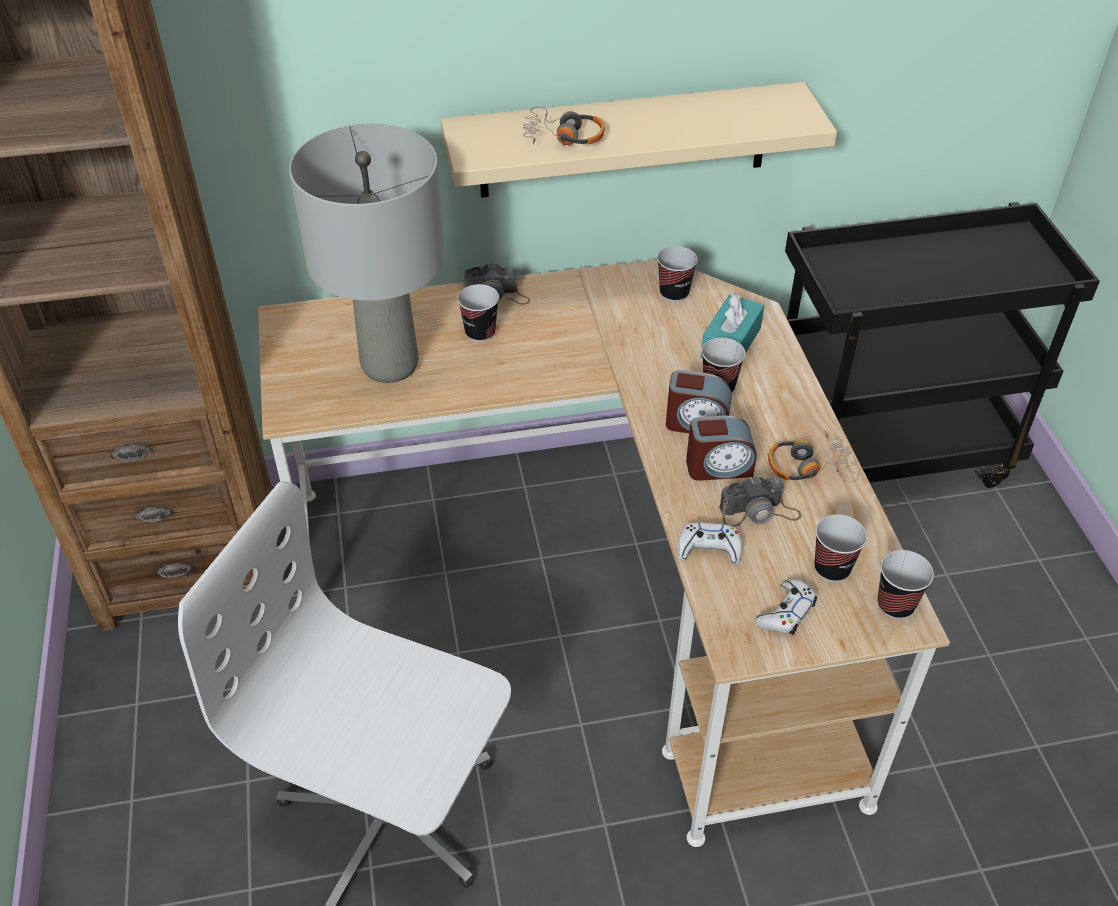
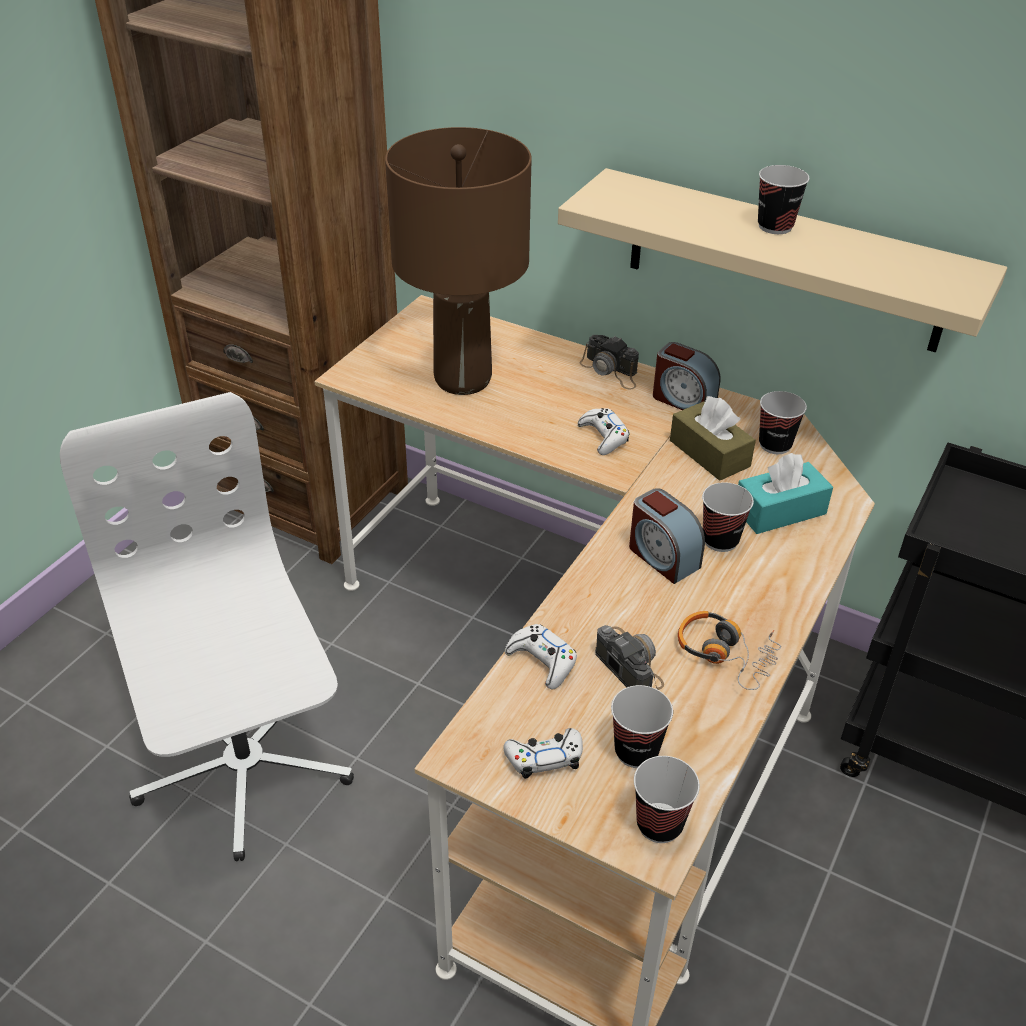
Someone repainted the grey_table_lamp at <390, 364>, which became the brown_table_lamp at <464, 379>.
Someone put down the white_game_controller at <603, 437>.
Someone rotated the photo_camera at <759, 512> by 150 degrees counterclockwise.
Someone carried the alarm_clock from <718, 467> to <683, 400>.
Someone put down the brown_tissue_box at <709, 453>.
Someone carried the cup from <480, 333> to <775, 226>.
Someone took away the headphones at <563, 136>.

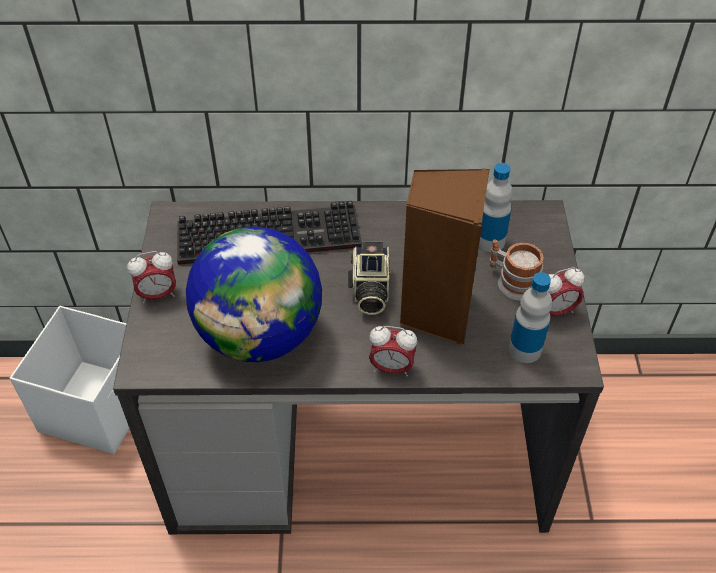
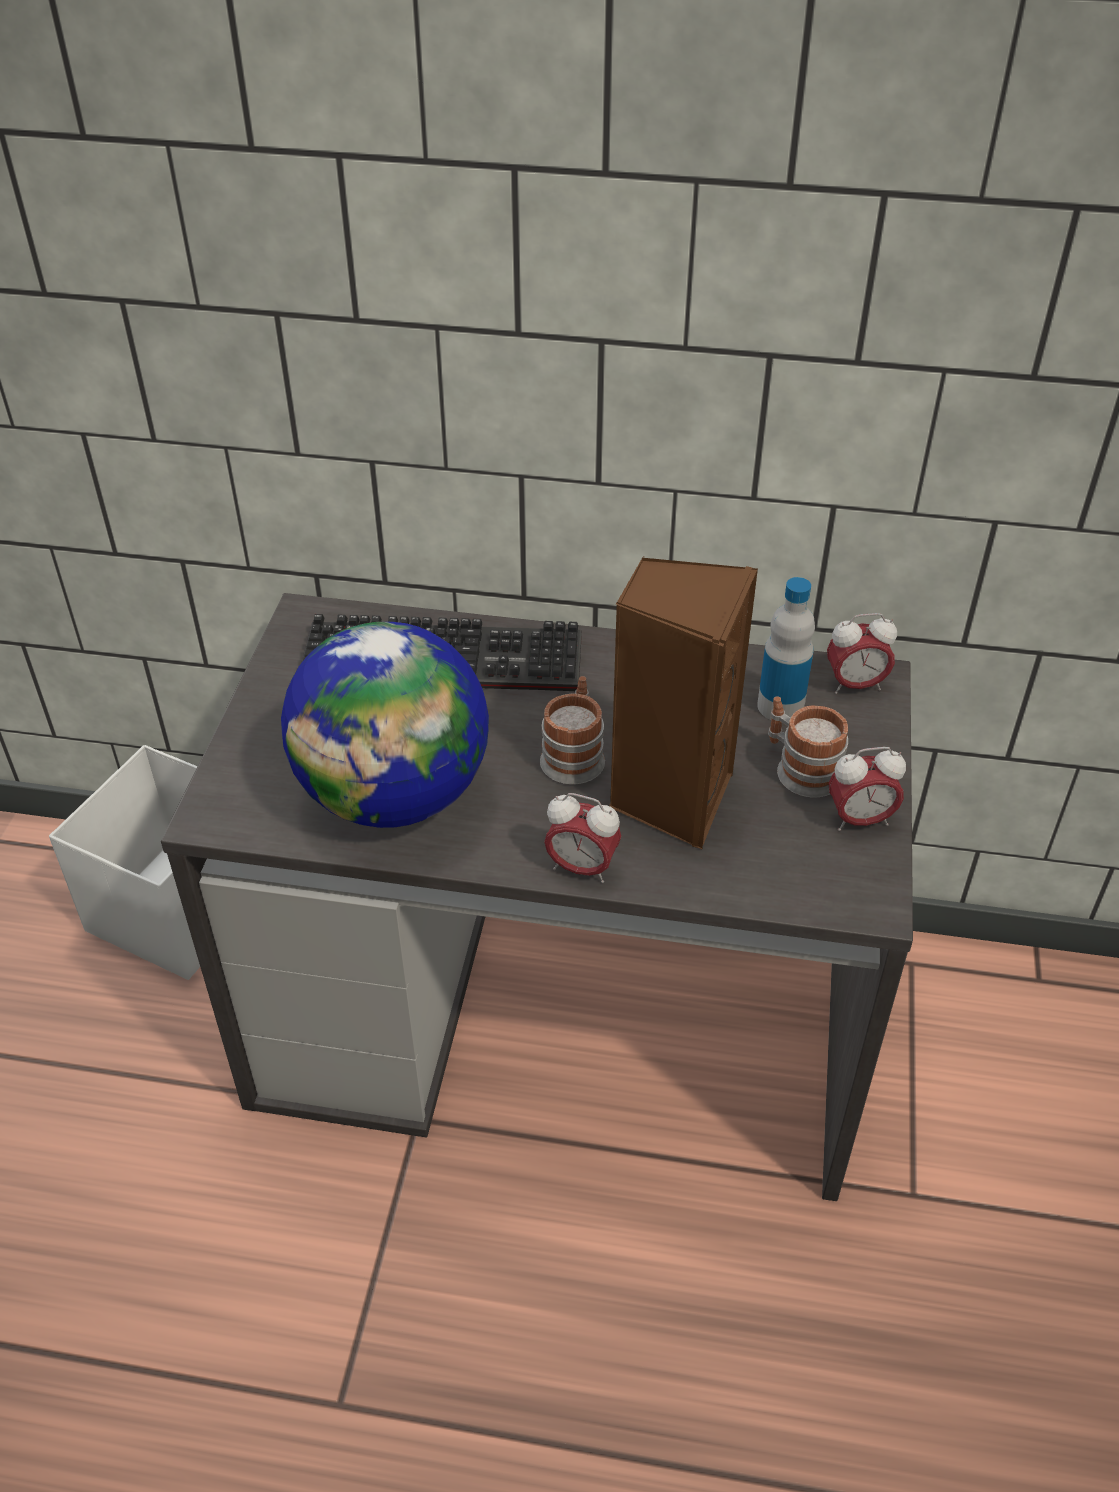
Someone swapped the photo_camera at <369, 291> for the mug at <574, 754>.
Someone carried the alarm_clock from <158, 295> to <855, 685>.
Someone took away the bottle at <525, 349>.

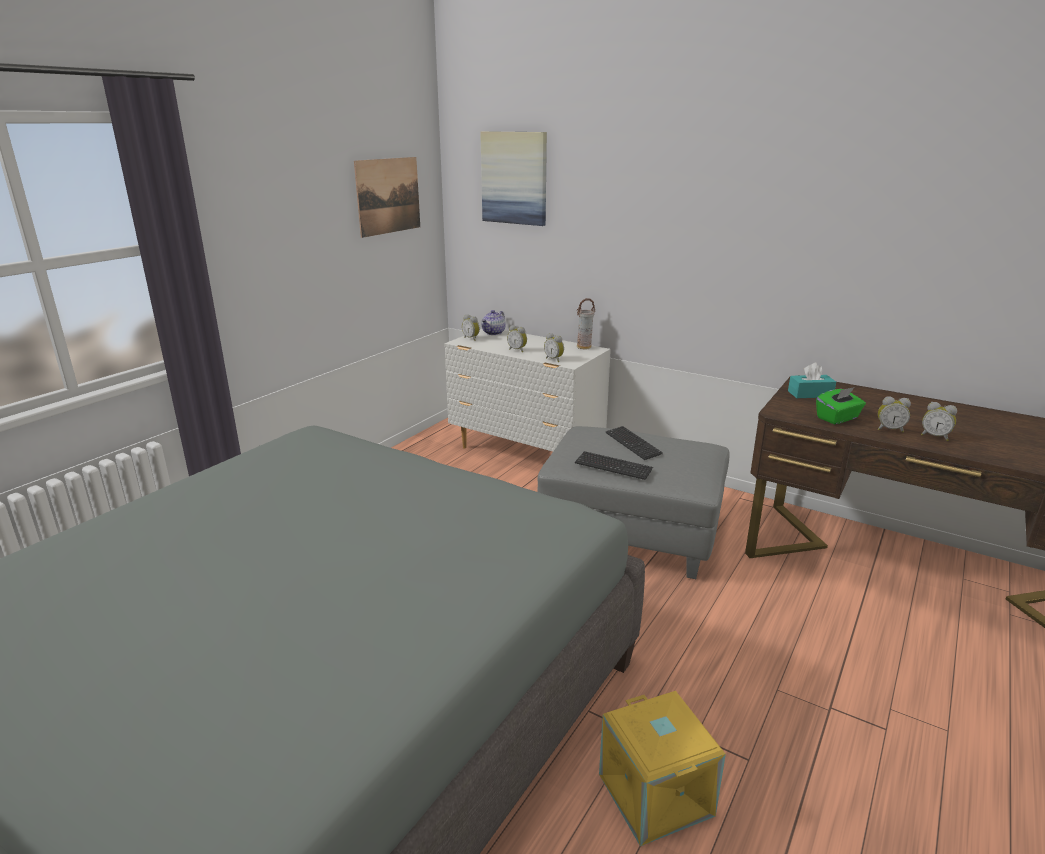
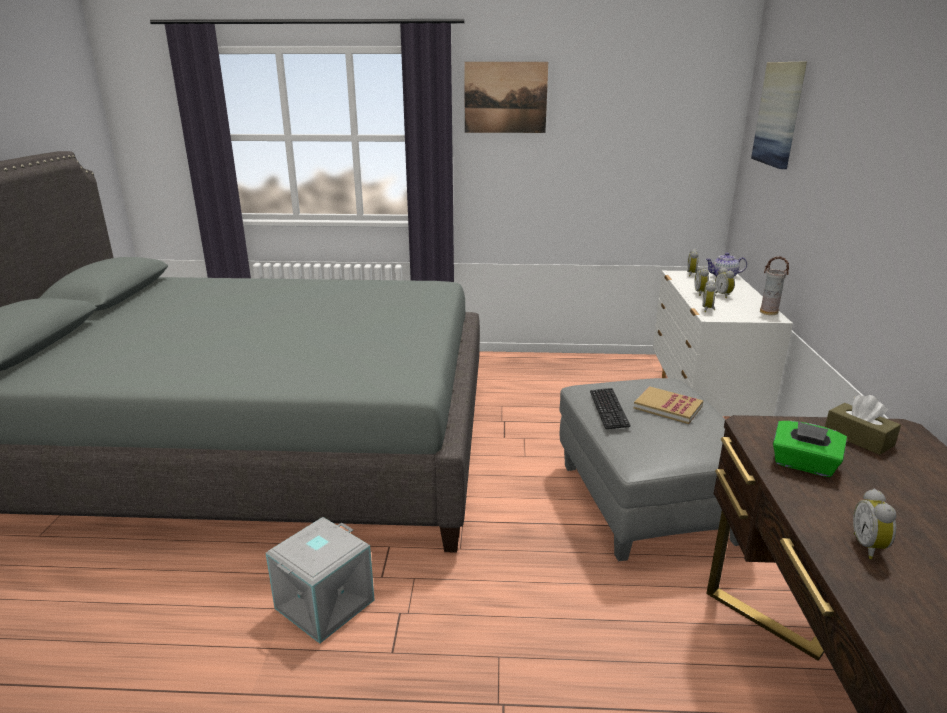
Someone repainted the yellow_storage_box at <657, 794>, which became the grey_storage_box at <325, 605>.
Someone carried the picture from <388, 196> to <505, 97>.
Someone swapped the keyboard at <633, 444> for the book at <667, 407>.
Someone carried the alarm_clock from <889, 429> to <724, 295>.
Someone repainted the turquoise_tissue_box at <810, 394>, which became the brown_tissue_box at <858, 438>.

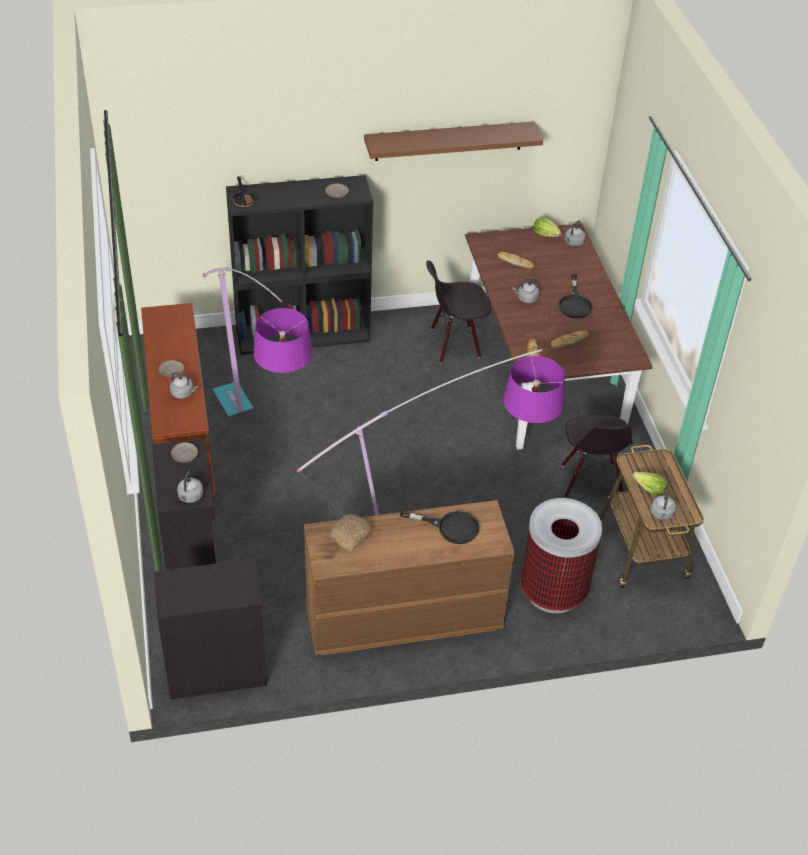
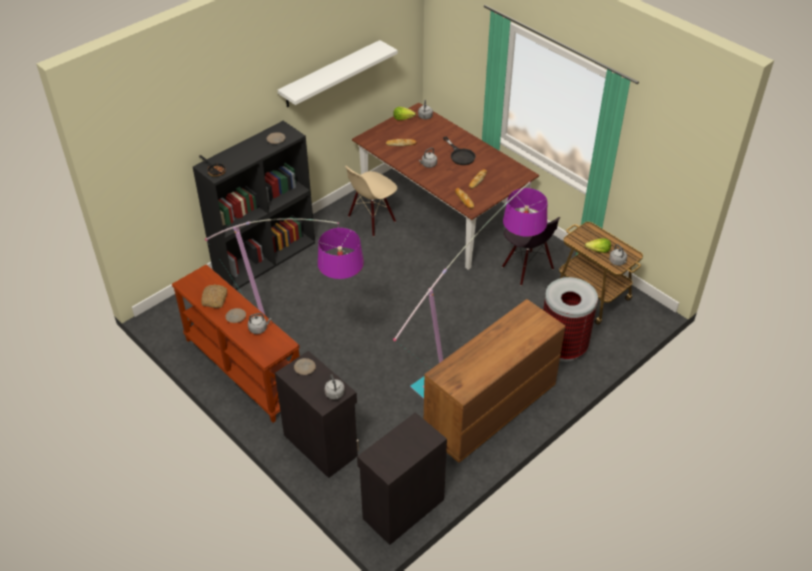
Someone carried the bread from <350, 536> to <215, 299>.
Someone repainted the brown_shelf at <449, 141>, which became the white_shelf at <330, 74>.
Someone repainted the black_chair at <454, 343>, which became the beige_chair at <372, 220>.
Someone took away the black_frying_pan at <450, 527>.

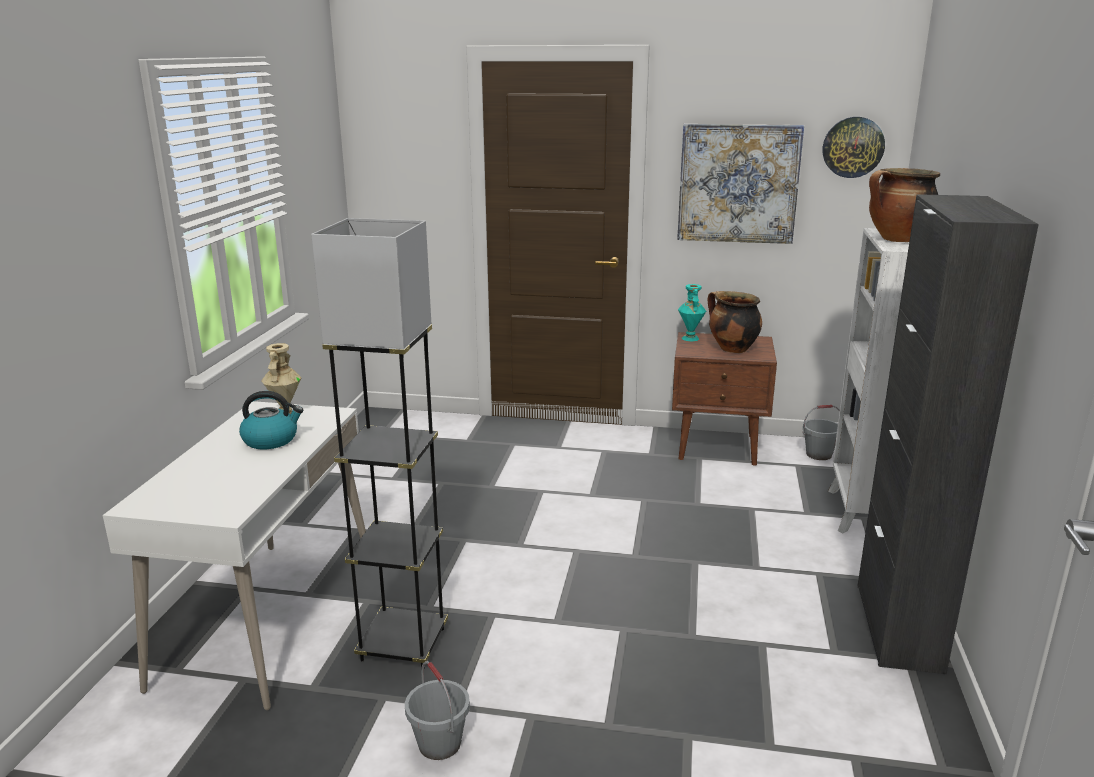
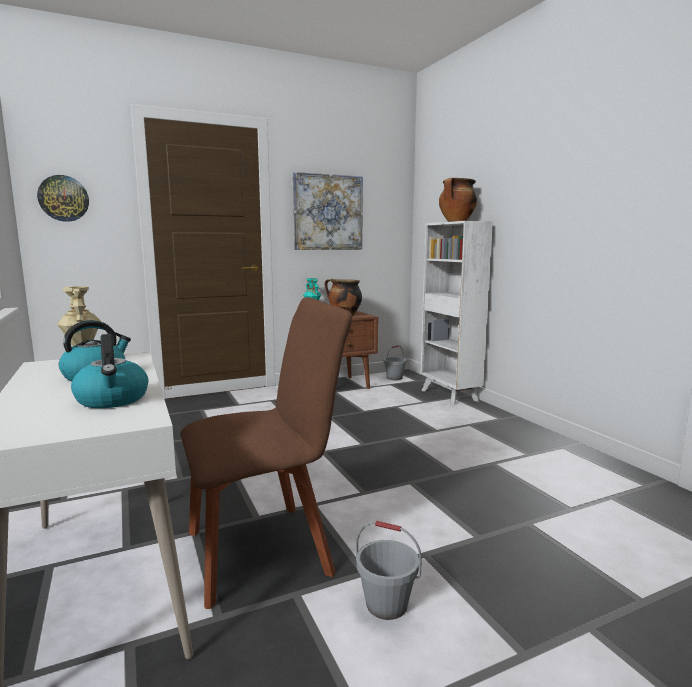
Someone carried the wall_clock from <853, 147> to <63, 198>.
Someone put down the kettle at <113, 400>.
Someone swapped the grey_floor_lamp at <403, 644> for the brown_chair at <266, 549>.
Someone took away the black_cabinet at <898, 626>.

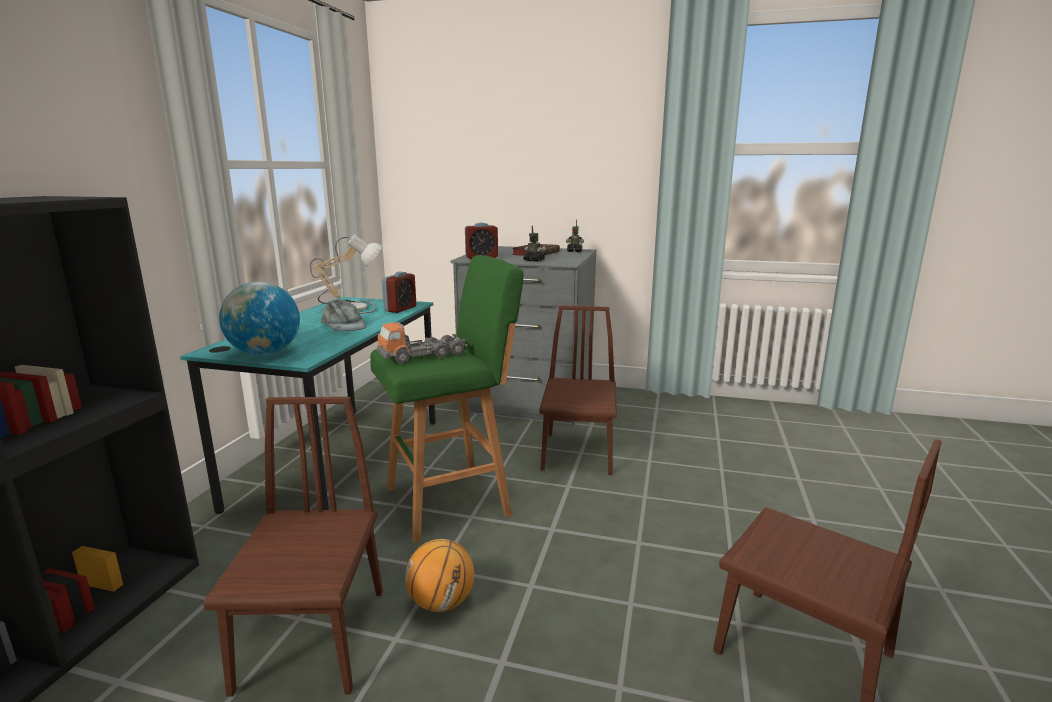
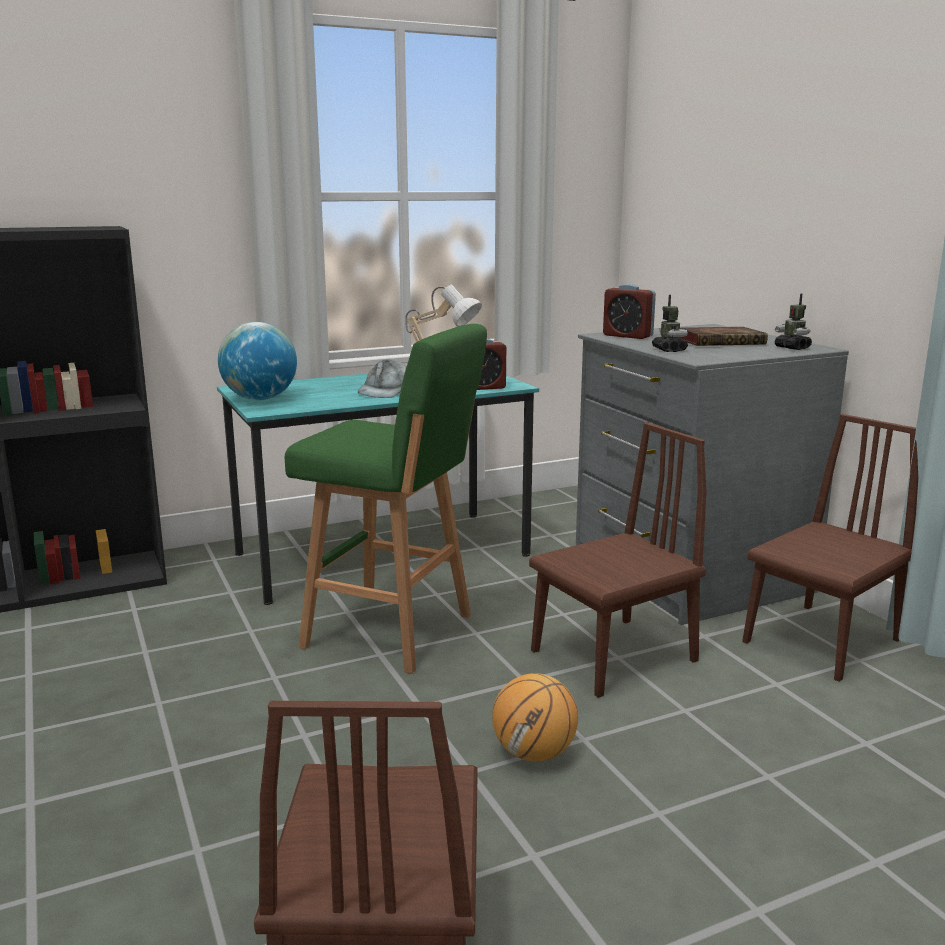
Someone carried the basketball from <442, 602> to <534, 753>.
Someone carried the brown_chair from <313, 638> to <821, 641>.
Someone took away the toy_truck at <423, 356>.

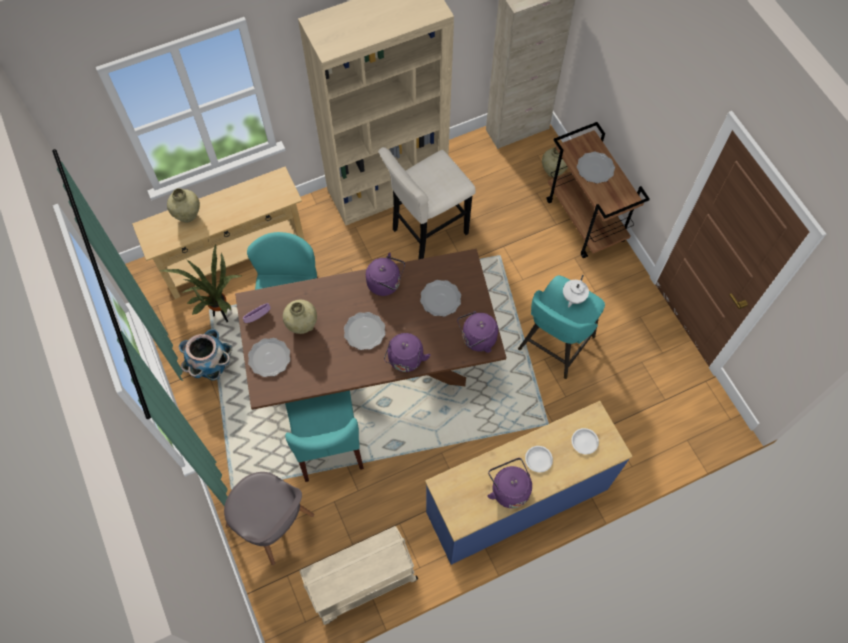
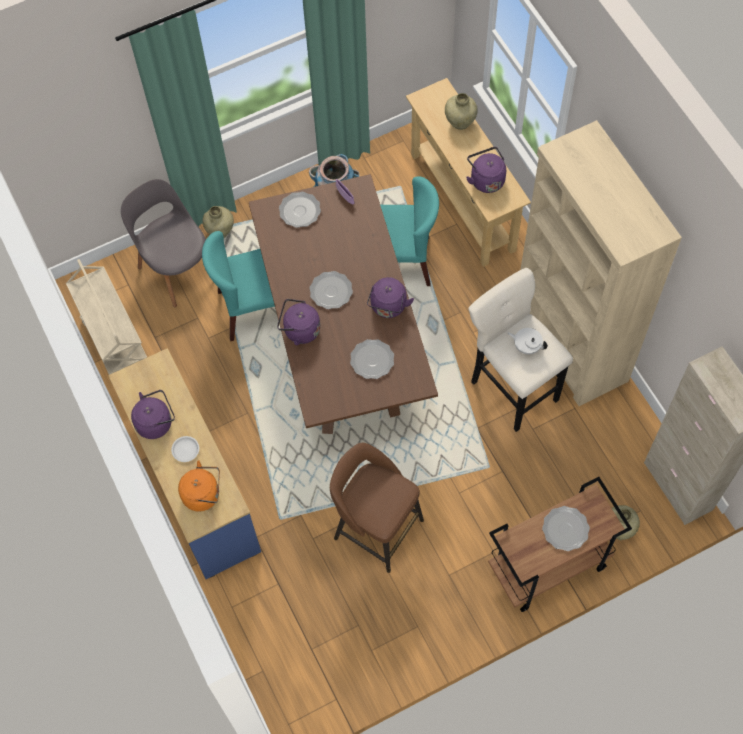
Someone rotated the grey_chair at <273, 523> by 105 degrees clockwise.
Someone swapped the white_plate at <584, 441> for the orange_kettle at <204, 494>.
Someone carried the beige_vase from <302, 325> to <220, 231>.
Someone repainted the turquoise_stool at <554, 344>, which became the brown_stool at <376, 527>.
Someone carried the purple_kettle from <477, 339> to <486, 179>.
Someone carried the white_teapot from <573, 297> to <526, 346>.
Someone took away the potted_plant at <222, 314>.

